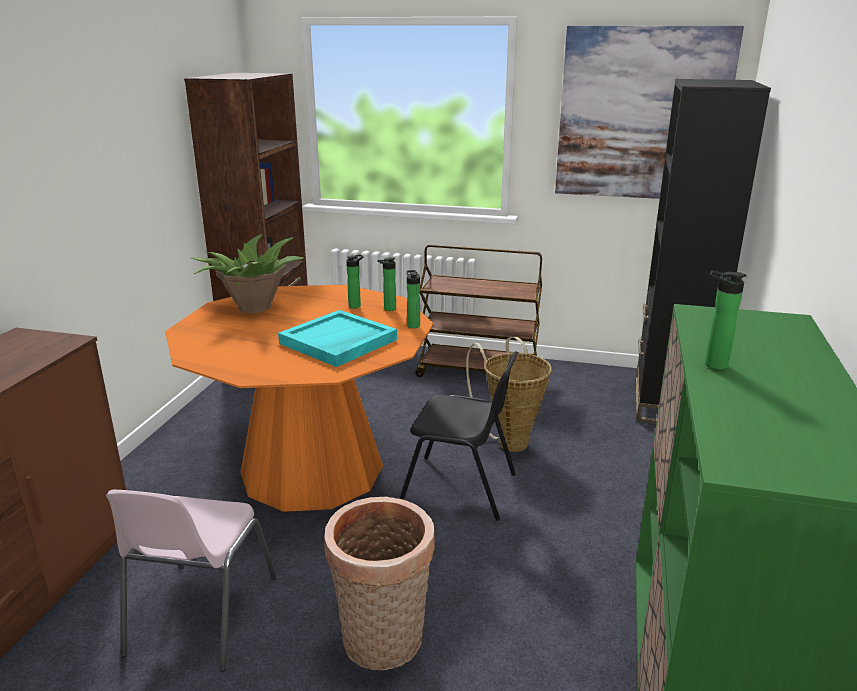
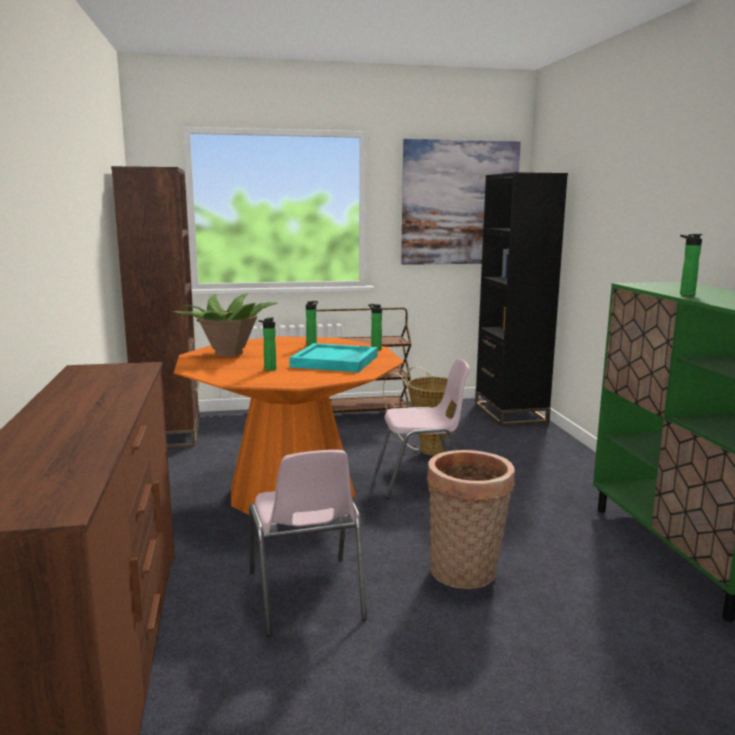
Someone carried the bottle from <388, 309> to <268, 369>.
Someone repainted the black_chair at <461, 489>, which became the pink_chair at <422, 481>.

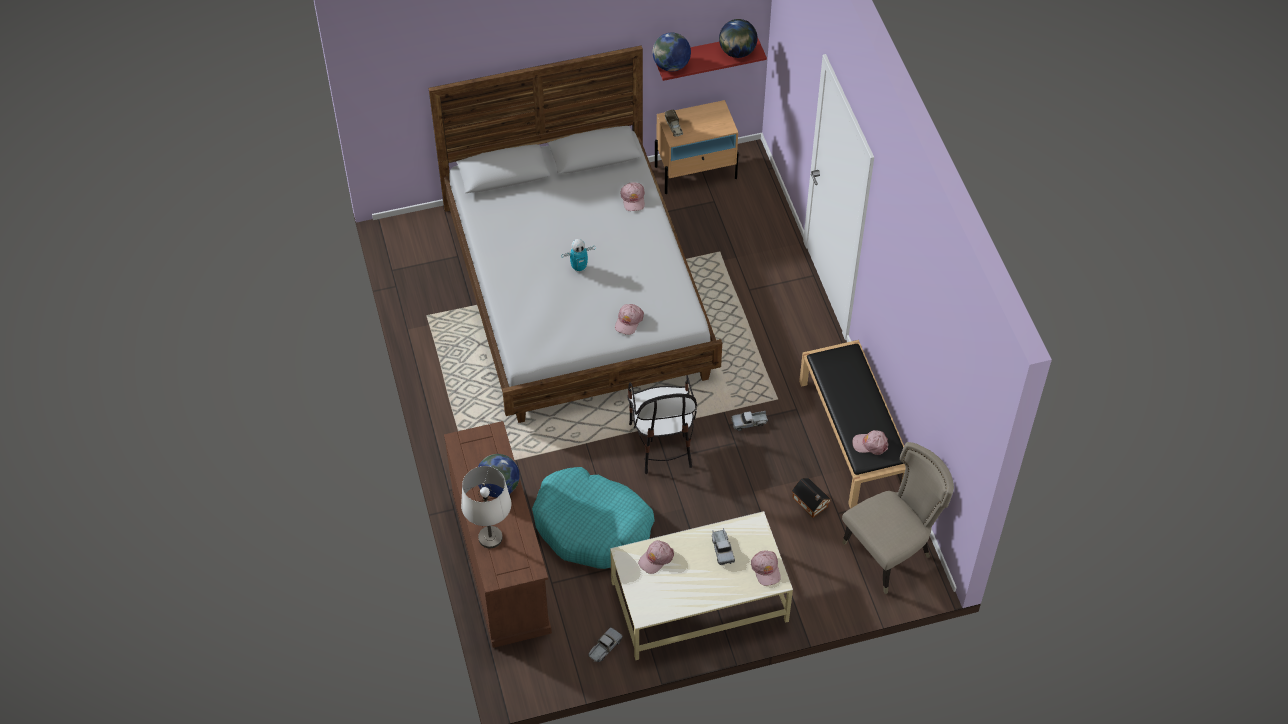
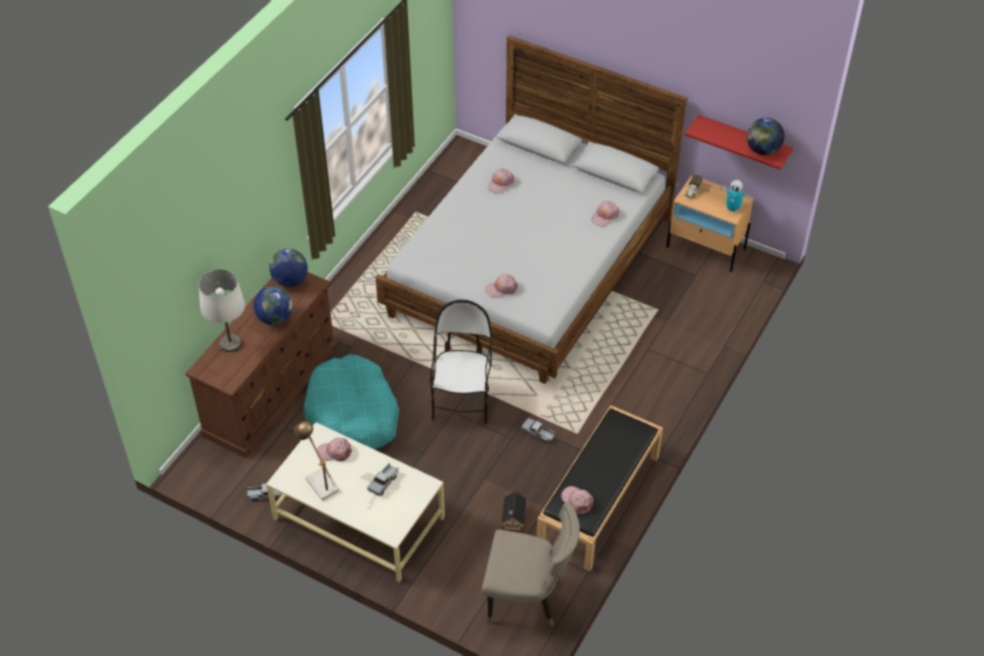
Someone carried the globe from <671, 65> to <290, 280>.
Someone put down the table_lamp at <318, 482>.
Someone rotated the chair at <662, 443> by 150 degrees clockwise.
Someone carried the pink_cap from <766, 569> to <500, 183>.
Someone carried the toy_robot from <579, 268> to <732, 208>.

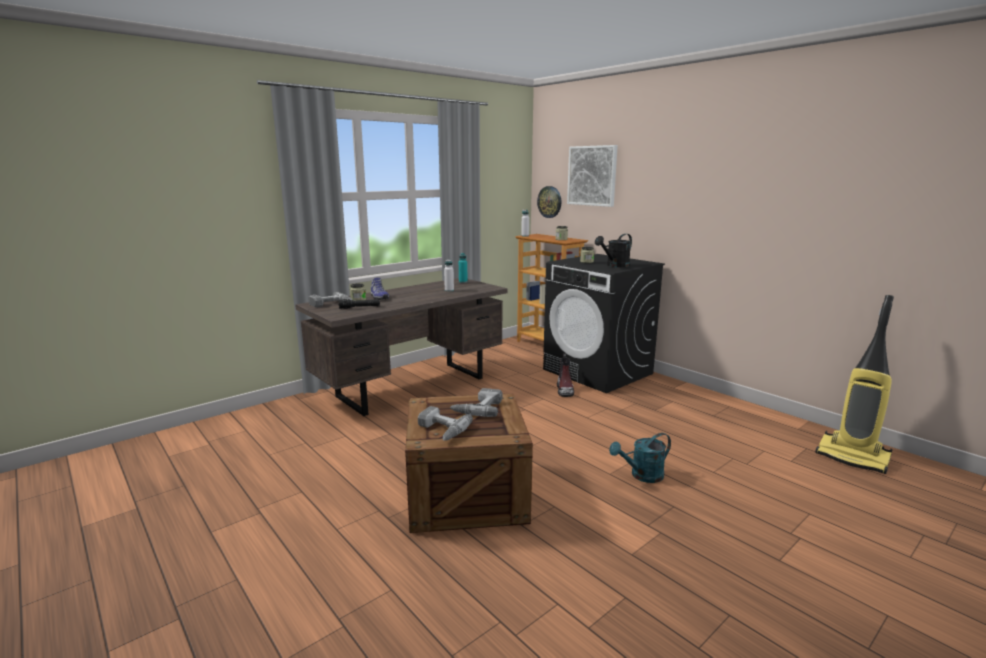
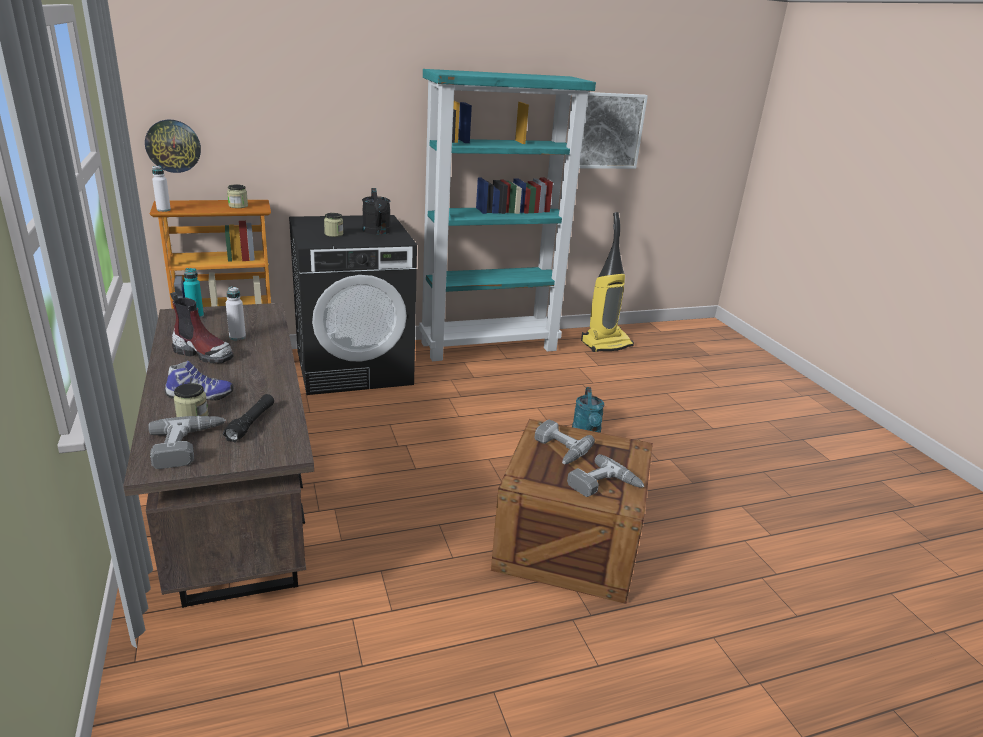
Someone carried the boot from <565, 390> to <203, 354>.
Someone put down the turquoise_bookcase at <489, 346>.
Someone carried the picture from <592, 176> to <608, 131>.

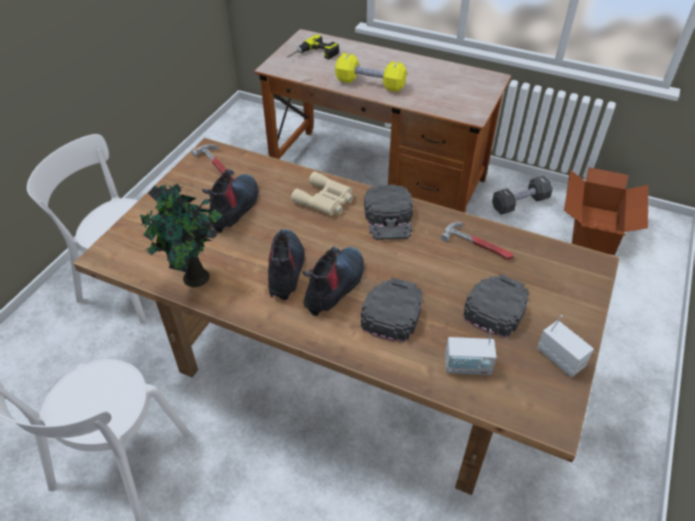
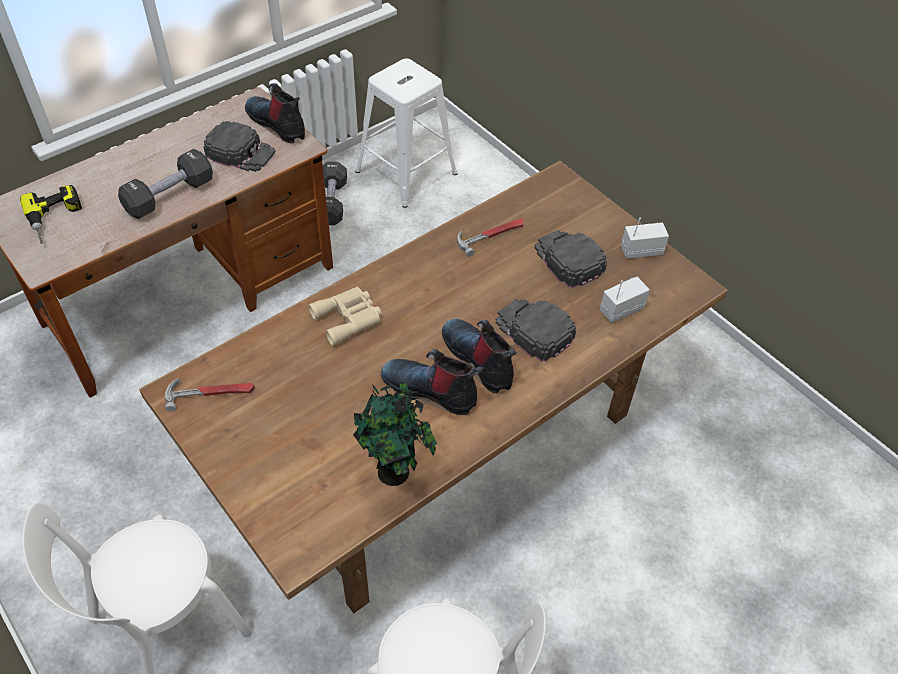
Someone repainted the yellow_dumbbell at <370, 84>, which became the black_dumbbell at <170, 196>.
Someone carried the black_cap from <389, 217> to <240, 152>.
Someone carried the boot from <234, 208> to <278, 124>.
Someone swapped the cardboard_box at <595, 228> for the white_stool at <406, 171>.
Someone rotated the radio at <467, 366> by 150 degrees counterclockwise.

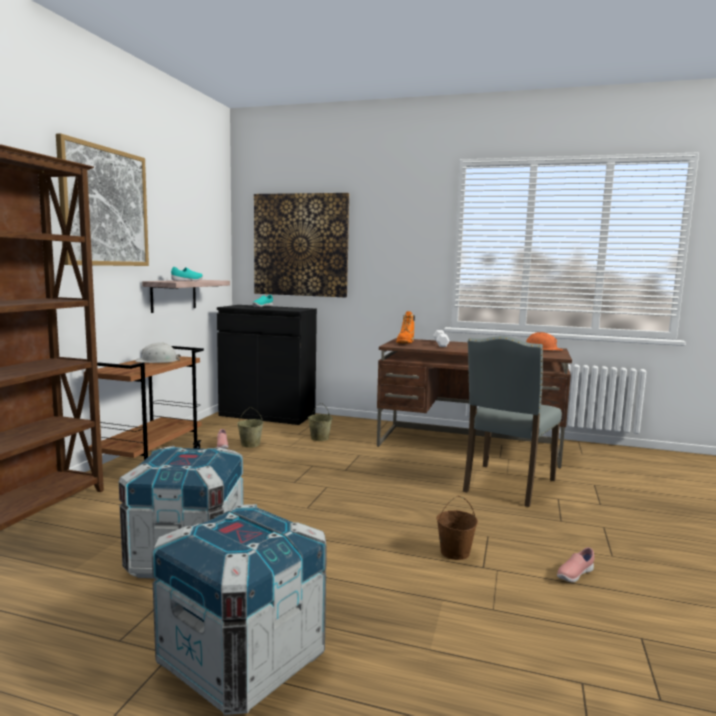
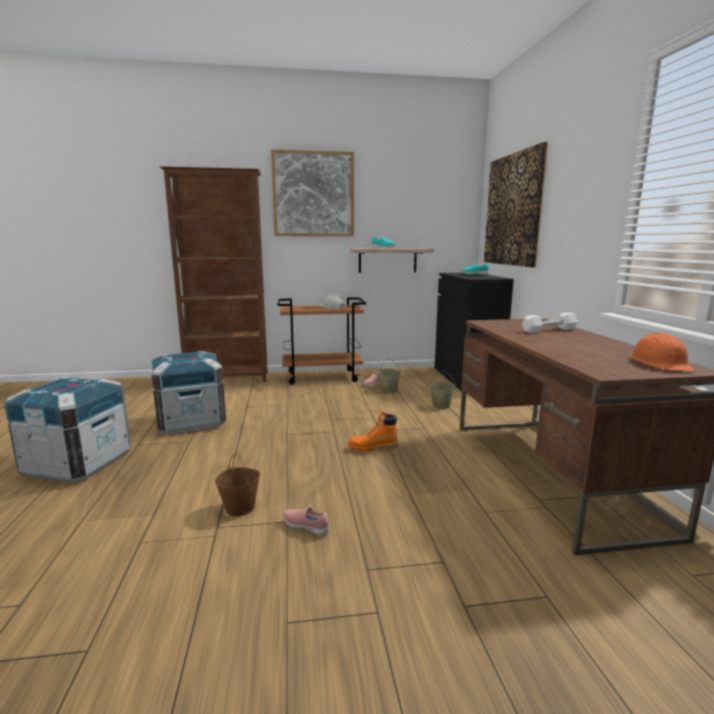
Someone carried the pink_shoe from <574, 575> to <306, 527>.
Someone carried the orange_boot from <405, 342> to <372, 447>.
Someone took away the grey_chair at <506, 485>.

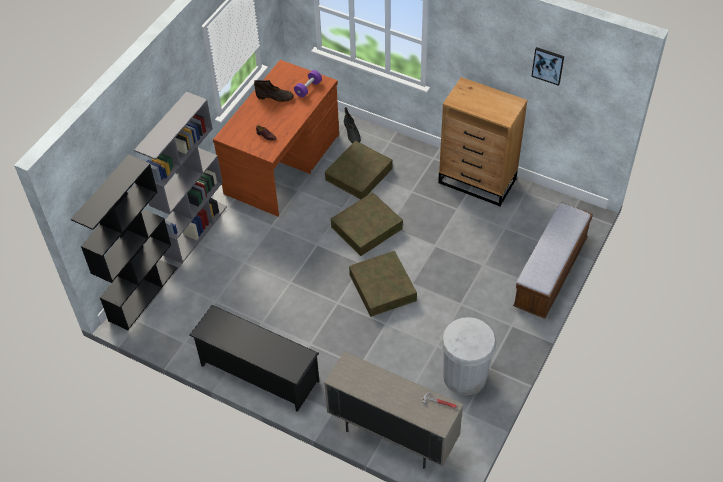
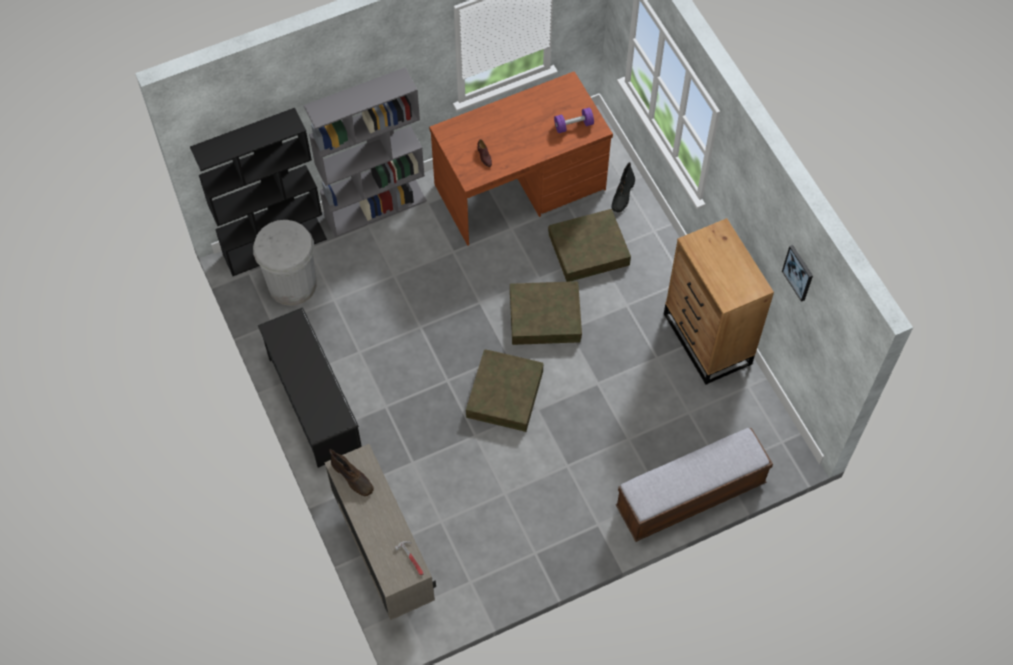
Someone carried the white_trash_can from <465, 376> to <292, 284>.
Someone carried the brown_boot from <275, 97> to <353, 478>.

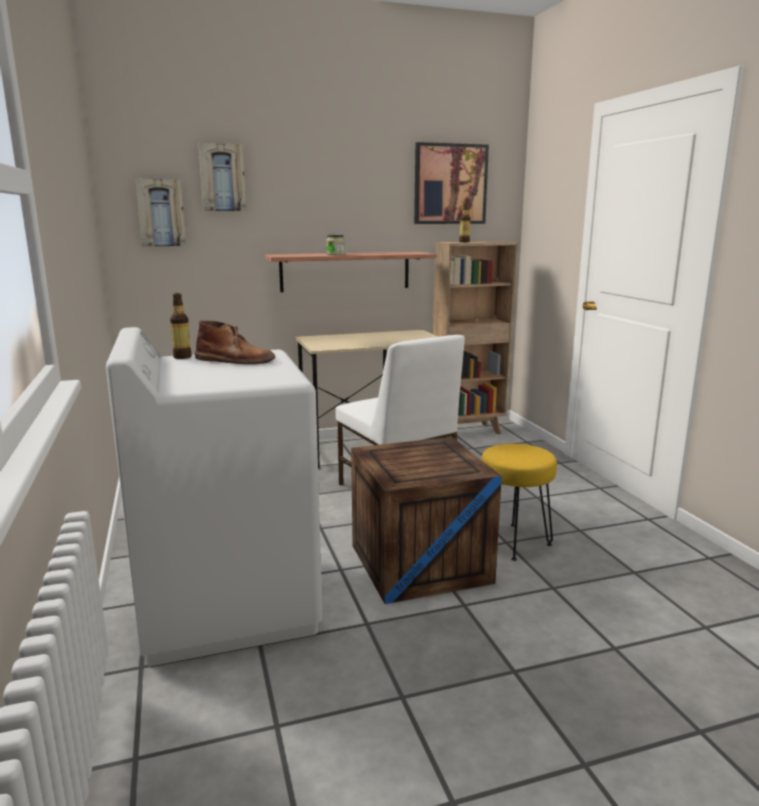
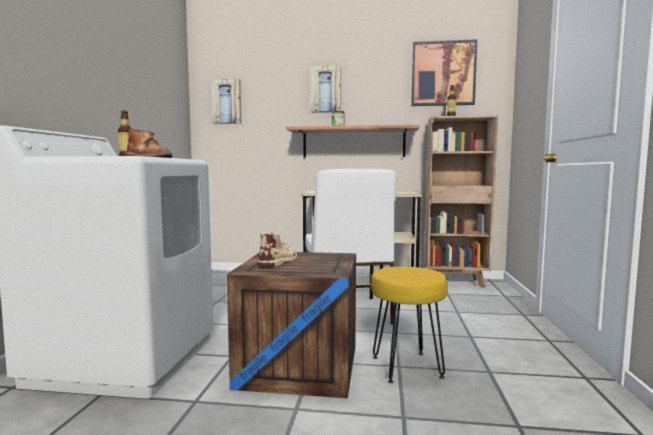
Someone put down the beige_boot at <279, 261>.
Someone carried the picture from <222, 178> to <326, 89>.

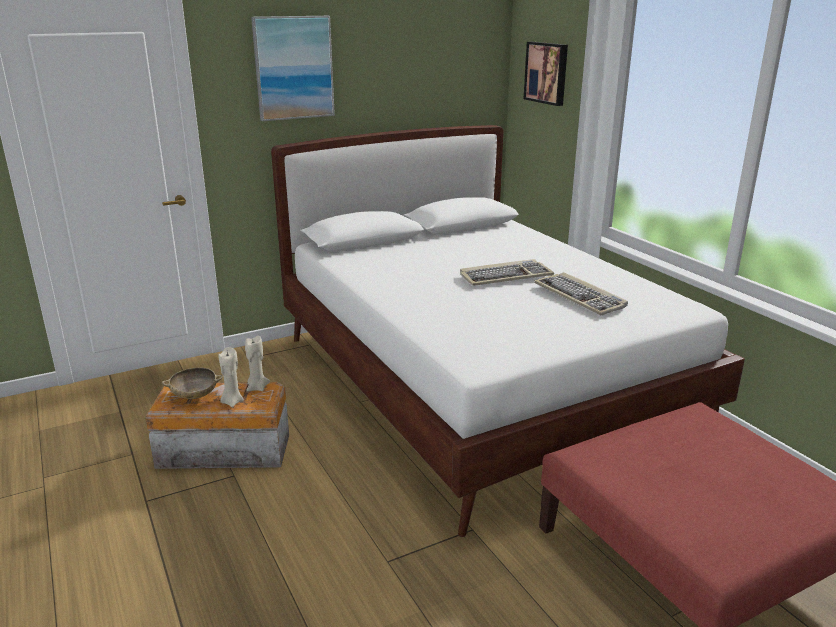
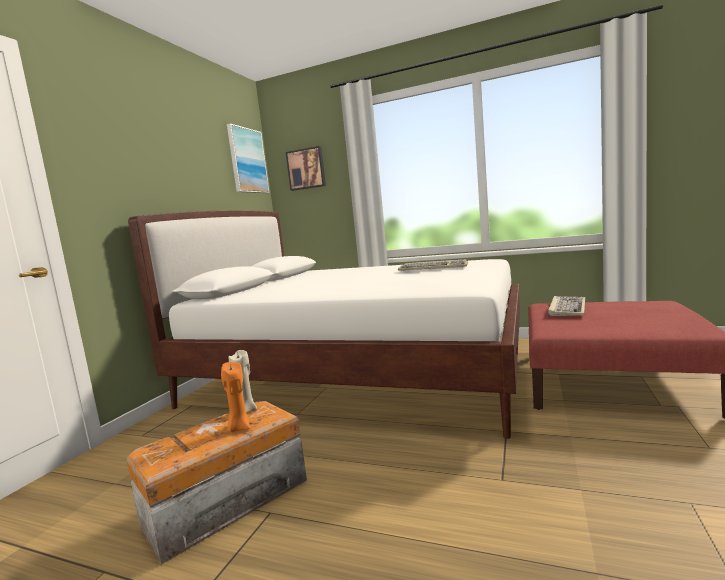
Someone repainted the beige_candle at <232, 402>, which became the orange_candle at <239, 428>.
Someone carried the picture from <293, 68> to <247, 161>.
Someone carried the keyboard from <505, 276> to <567, 308>.
Someone took away the beige_bowl at <195, 396>.

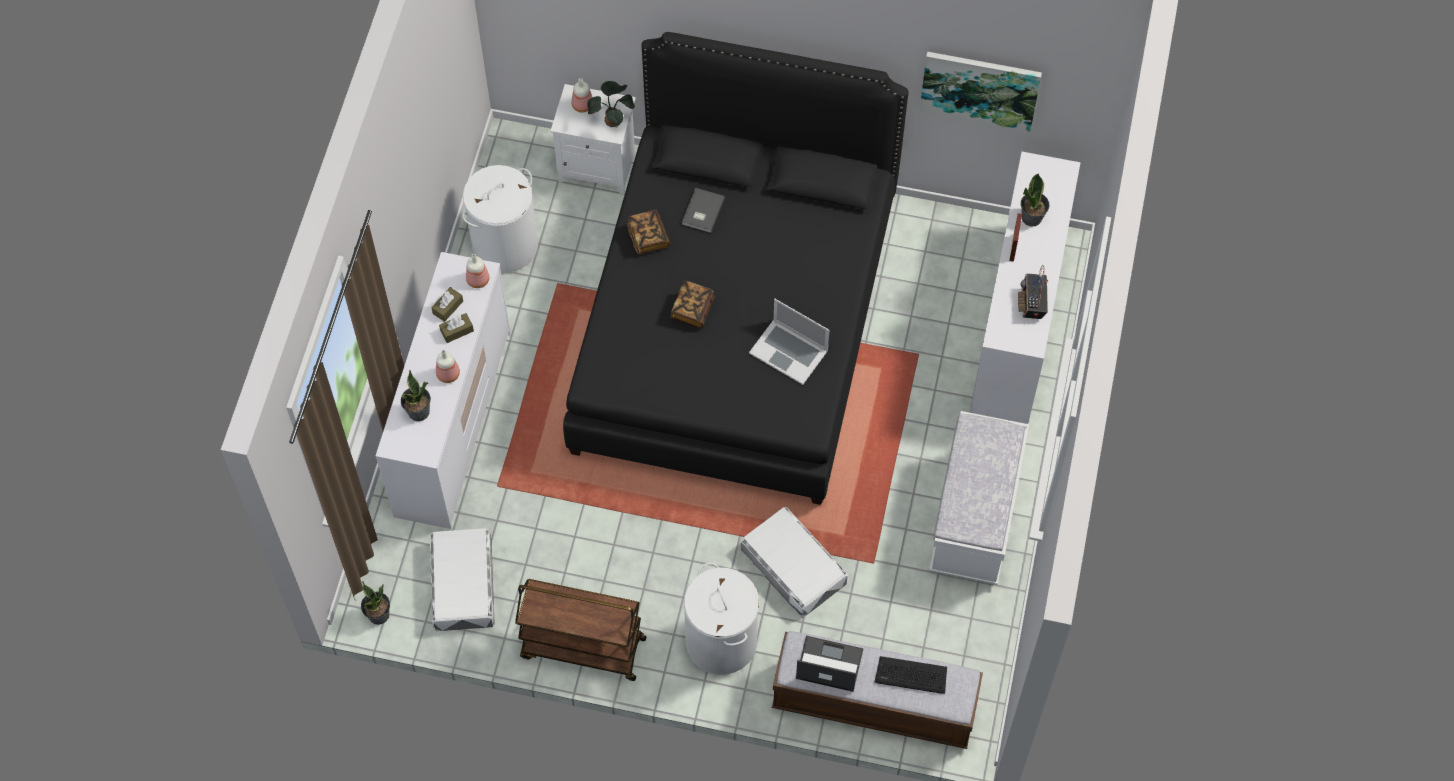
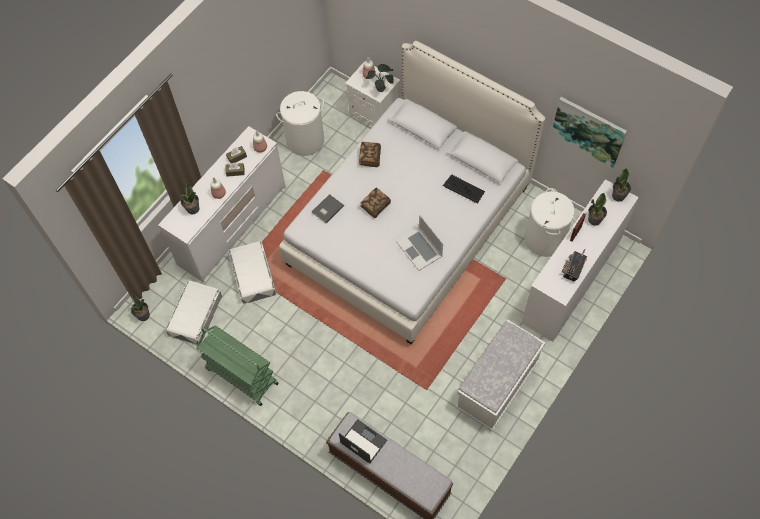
Someone repainted the brown_cart at <582, 648>, which became the green_cart at <241, 376>.
Someone carried the white_storage_box from <793, 566> to <253, 275>.
Someone repainted the black_bed at <734, 324>, which became the white_bed at <408, 225>.
Someone carried the grey_book from <701, 211> to <327, 209>.
Someone carried the keyboard from <911, 675> to <463, 189>.
Someone carried the white_laundry_basket from <721, 642> to <544, 239>.
Someone put down the potted_plant at <618, 196>.

